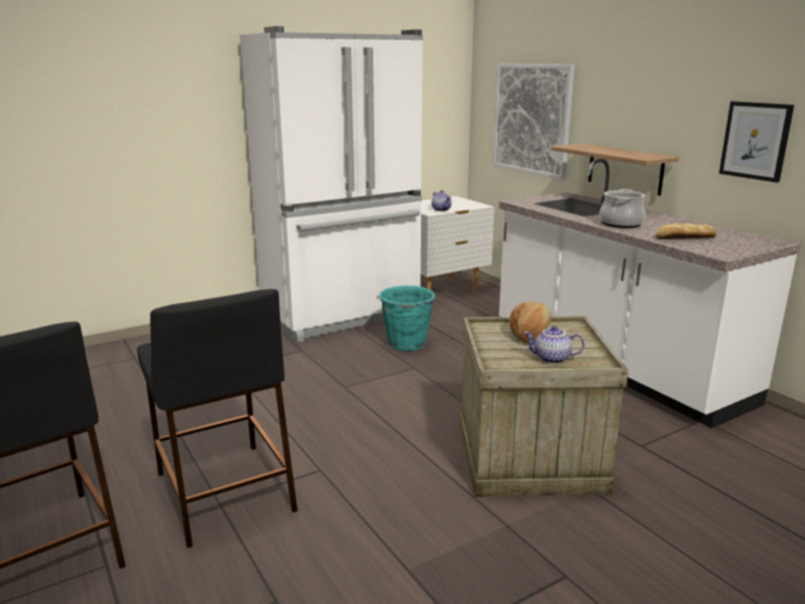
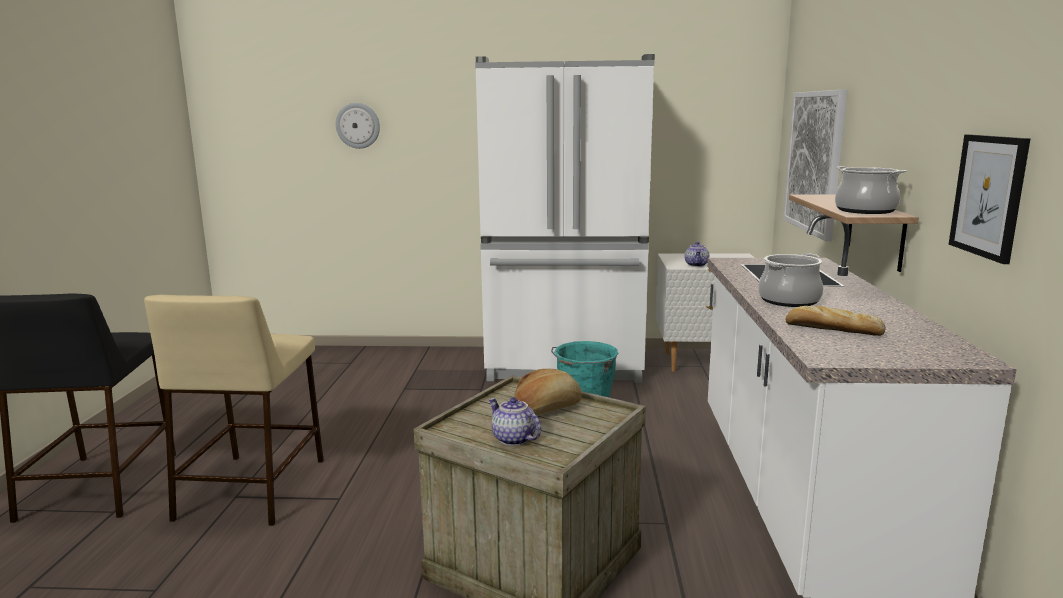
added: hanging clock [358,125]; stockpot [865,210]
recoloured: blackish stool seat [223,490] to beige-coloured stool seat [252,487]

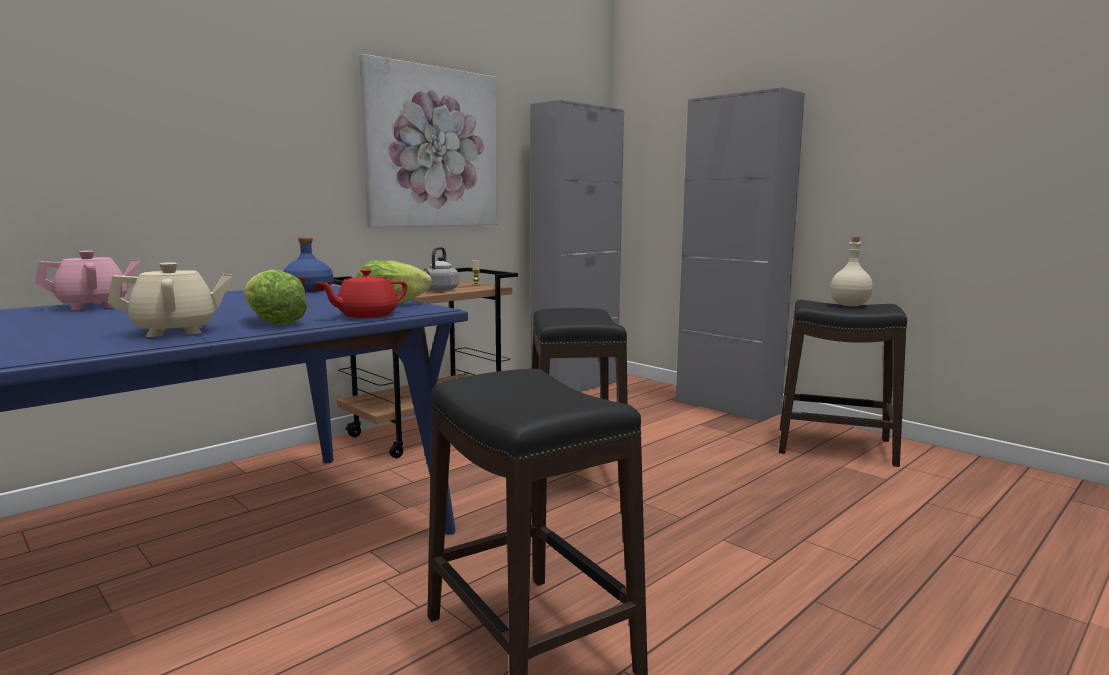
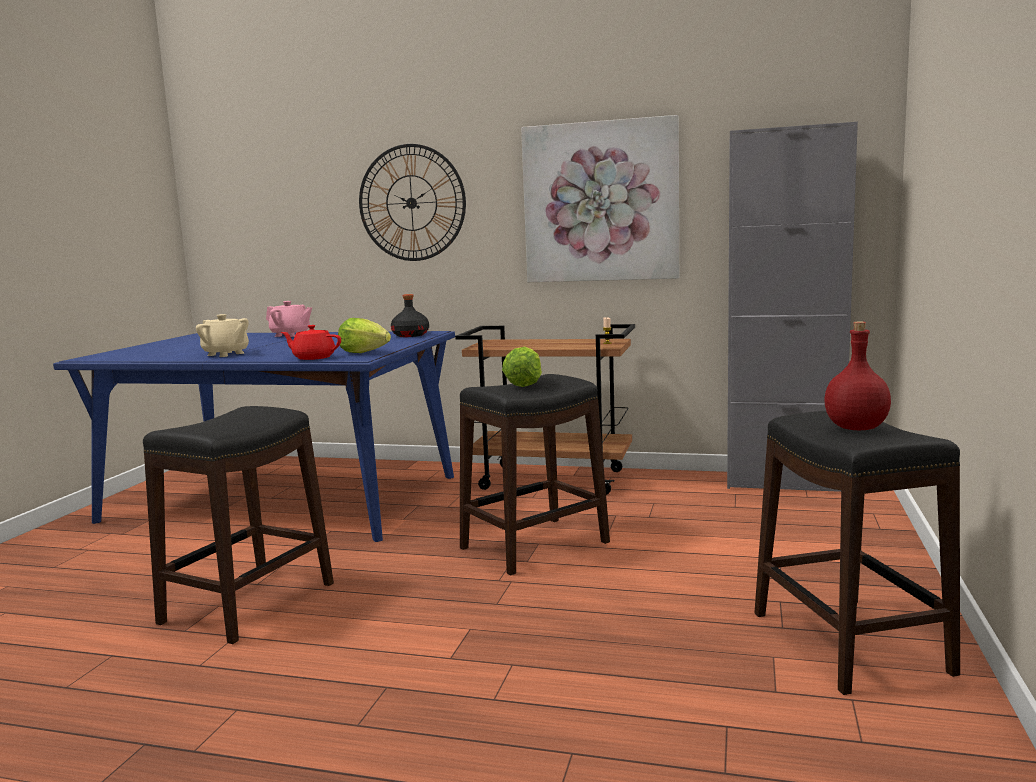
removed: greyish cupboard [727,407]; greyish tea kettle [440,290]
added: hanging clock [411,203]
moved: lettuce head [274,323] to [524,384]
recoloured: blue-coloured beverage bottle [309,290] to blackish beverage bottle [411,335]; beige-coloured beverage bottle [849,305] to reddish beverage bottle [854,428]

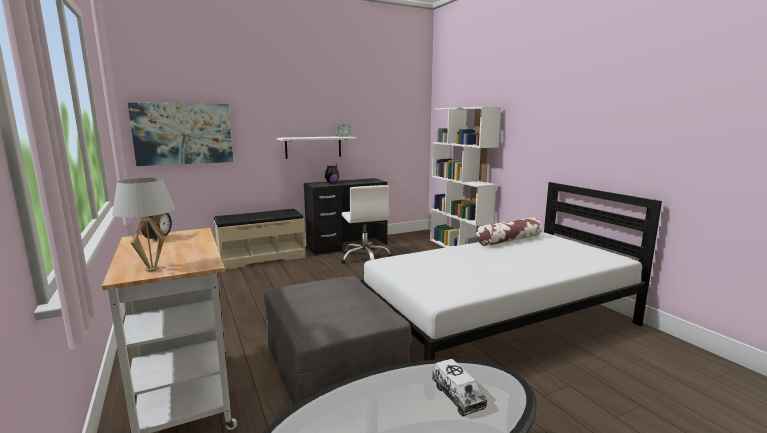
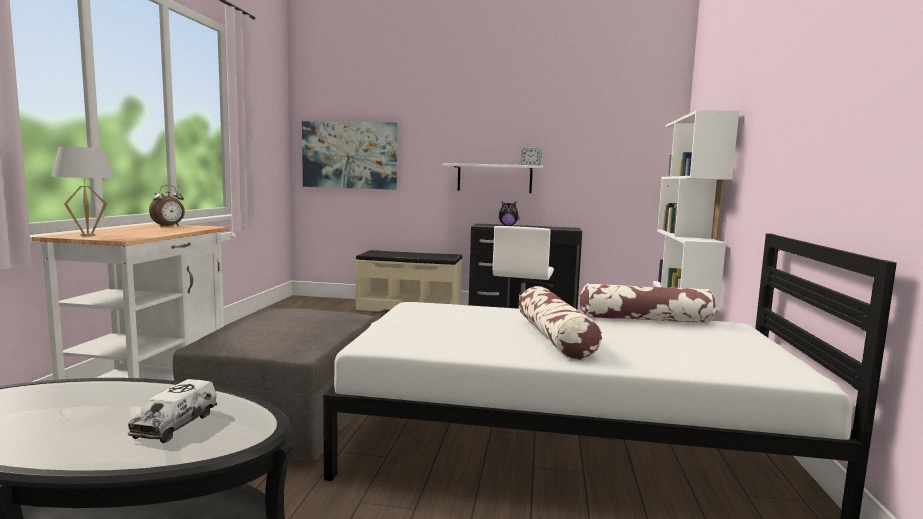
added: throw pillow [554,338]

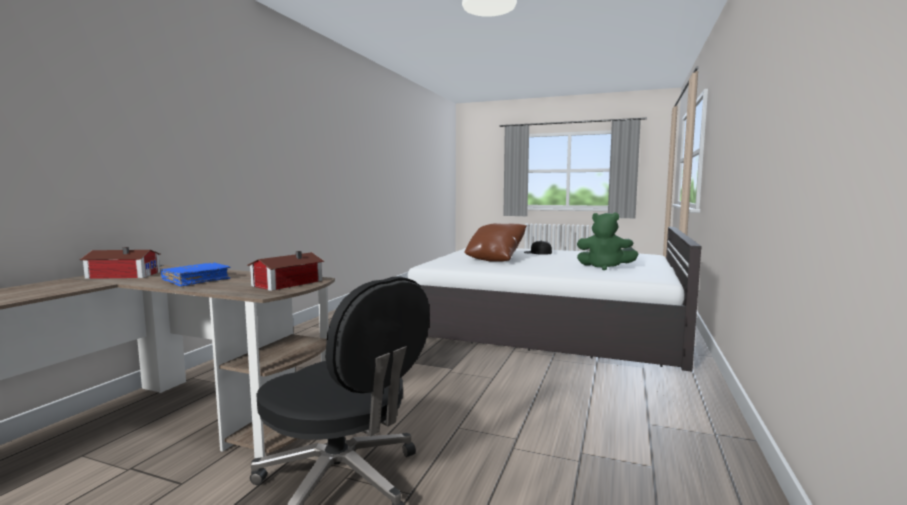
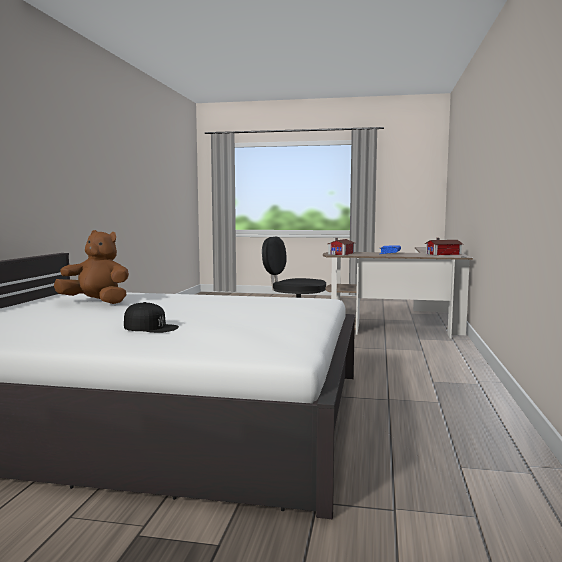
removed: brown throw pillow [495,259]
recoloured: greenish plush toy [604,267] to brown plush toy [96,302]

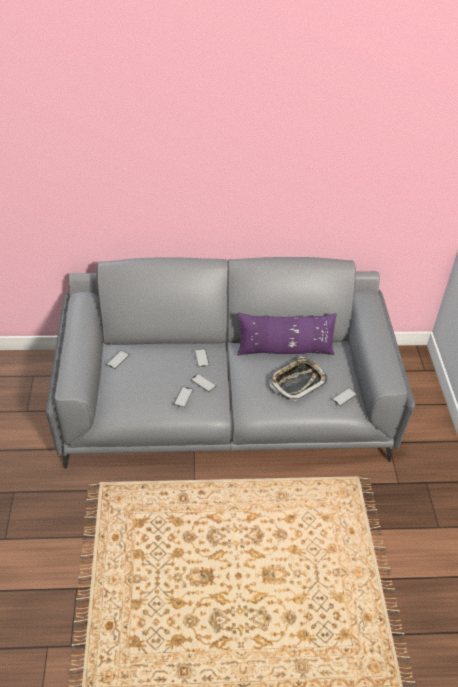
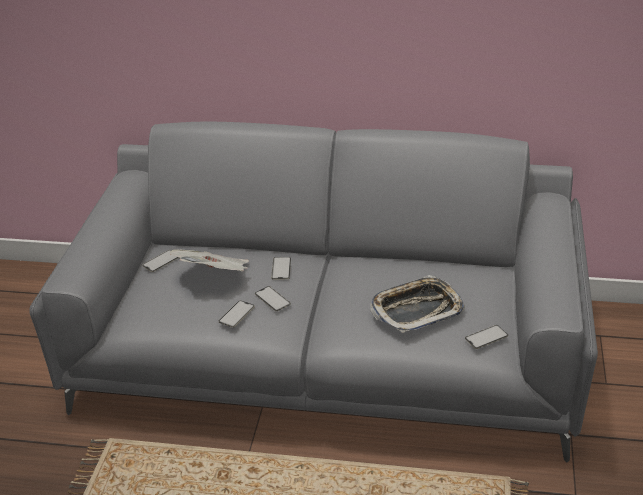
removed: purple-coloured throw pillow [284,350]
added: newspaper [215,276]

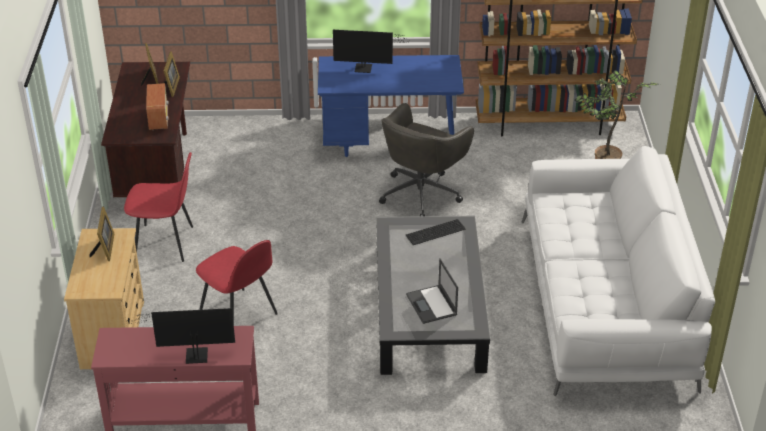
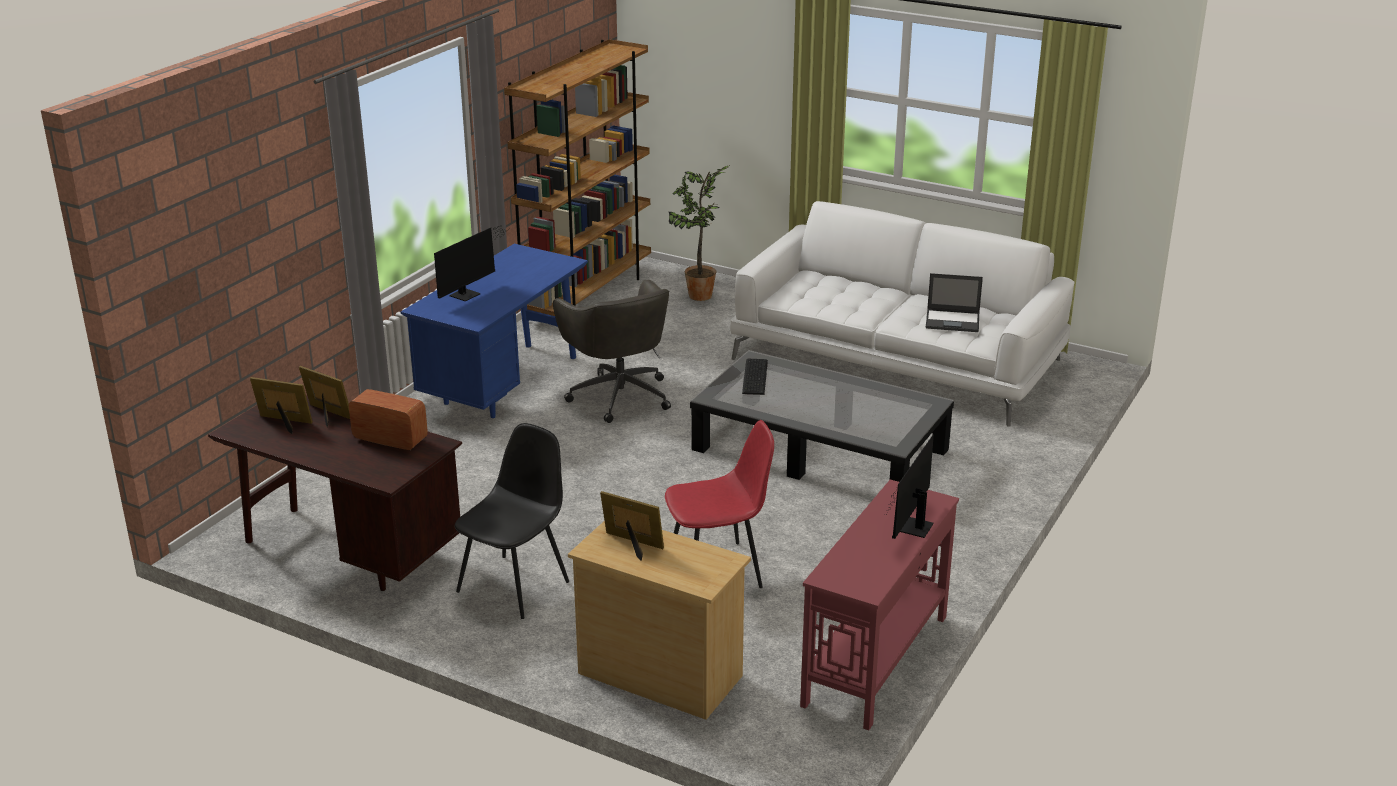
moved: laptop [432,305] to [953,321]
recoloured: reddish upright chair [166,243] to blackish upright chair [515,585]

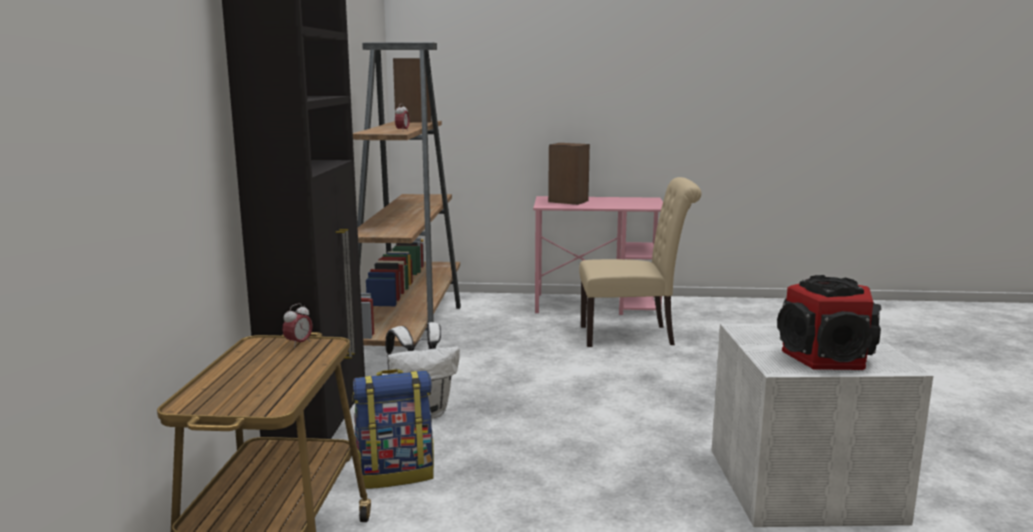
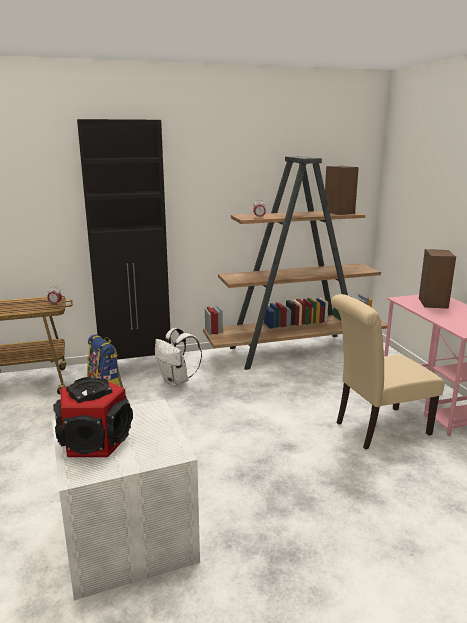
turned: beige-coloured upright chair [633,335] = [377,429] 90 degrees clockwise

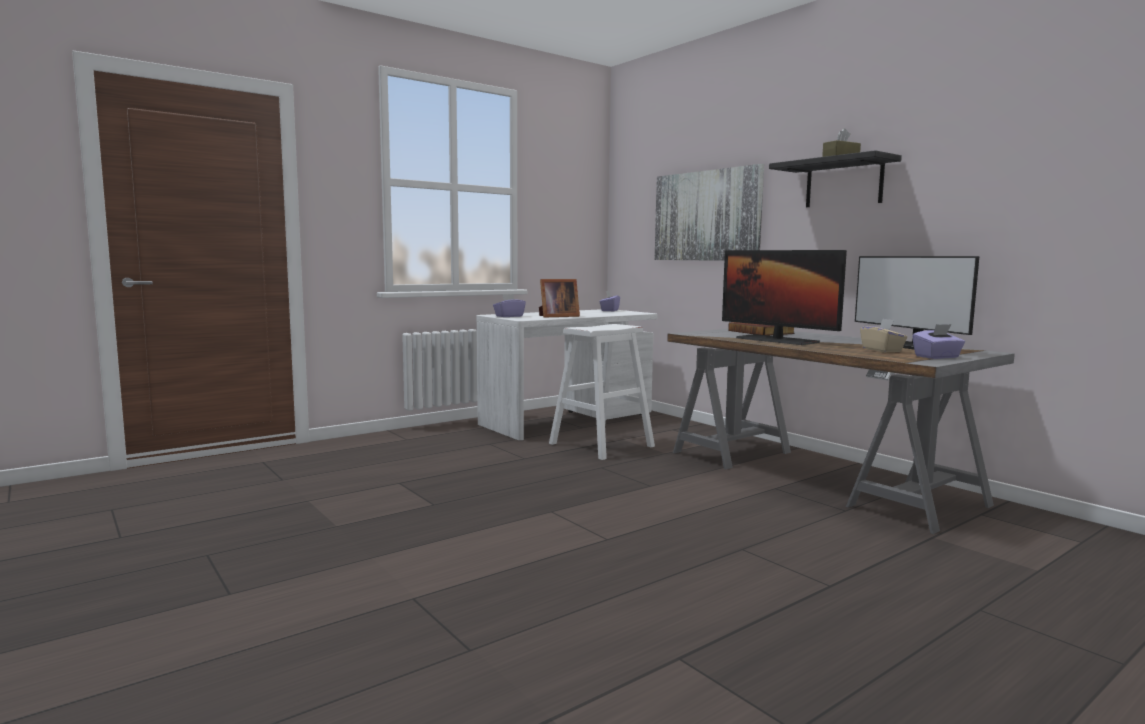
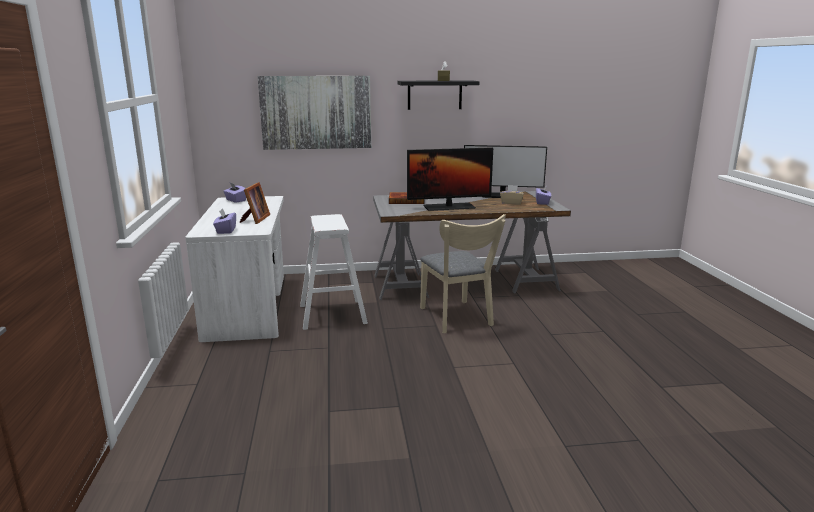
added: beige-coloured upright chair [457,319]

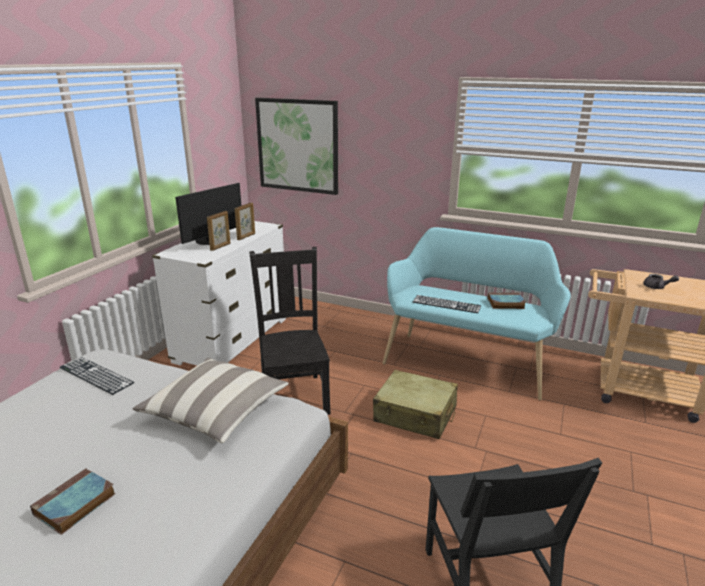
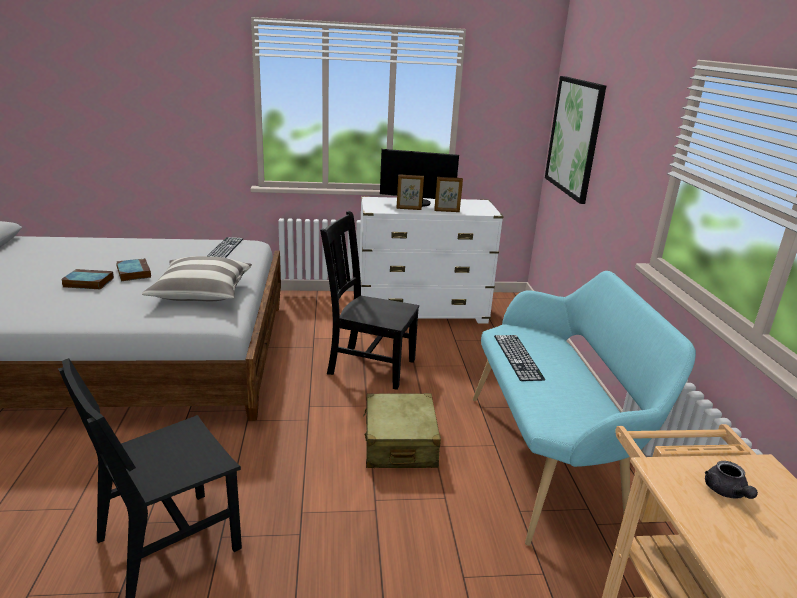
moved: volume [505,303] to [133,272]
turned: blackish upright chair [294,395] = [368,366] 120 degrees counterclockwise

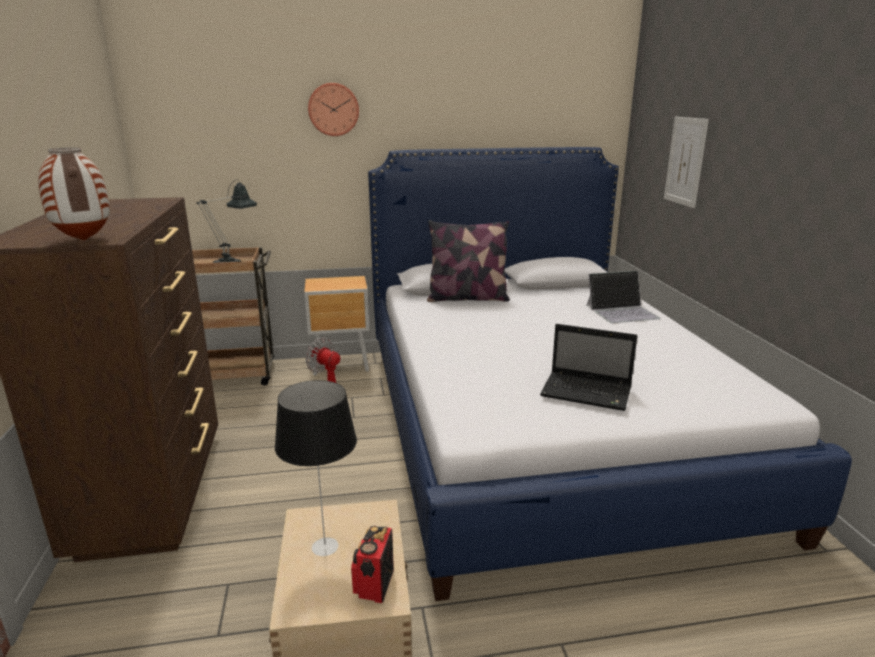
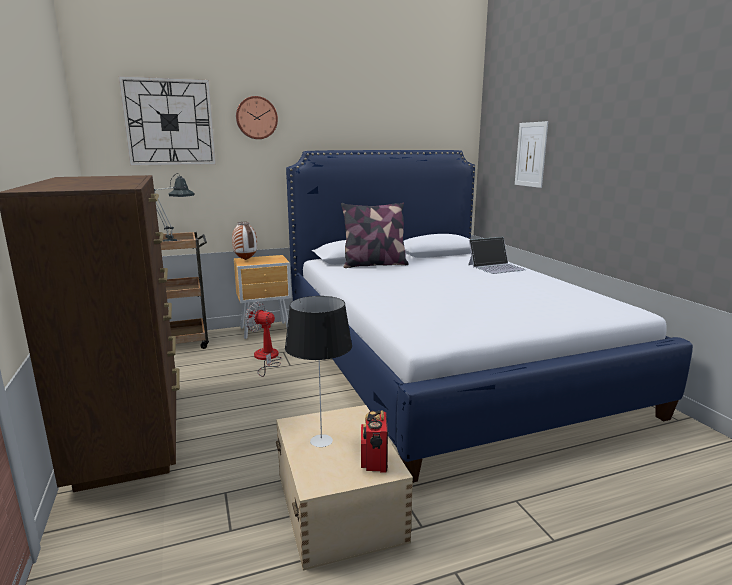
removed: laptop [588,393]
added: hanging clock [169,122]
moved: flower vase [83,240] to [245,260]

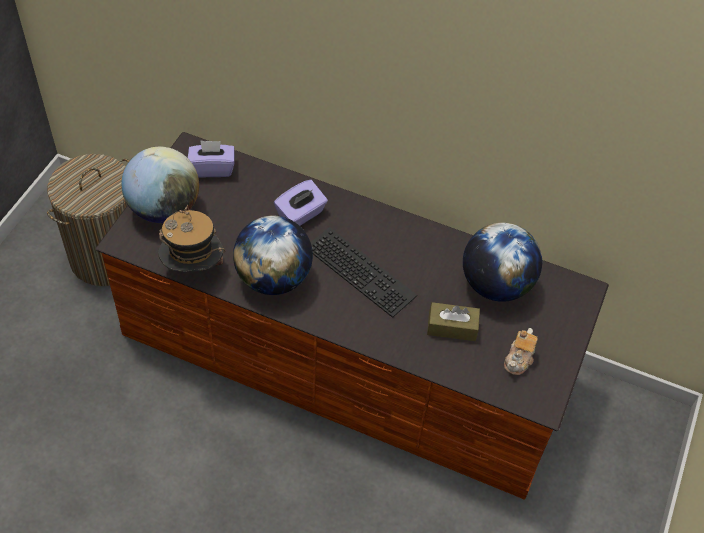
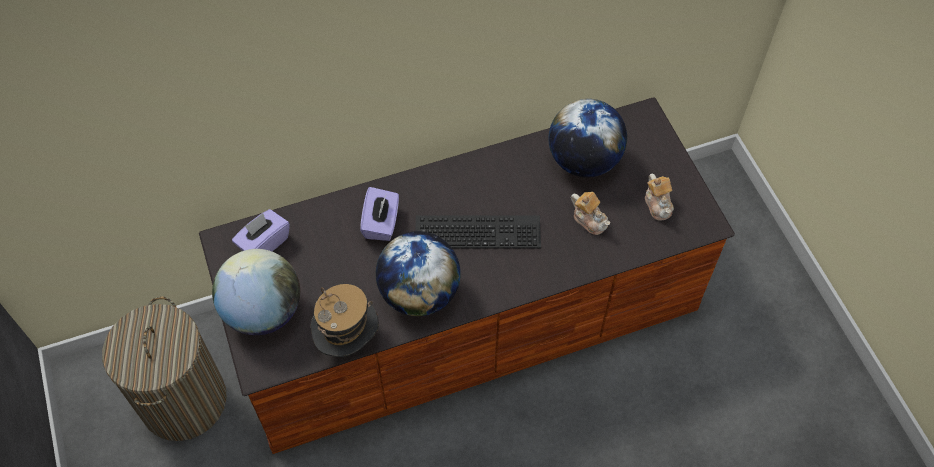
replaced: brown tissue box [452,327] to teapot [589,219]

